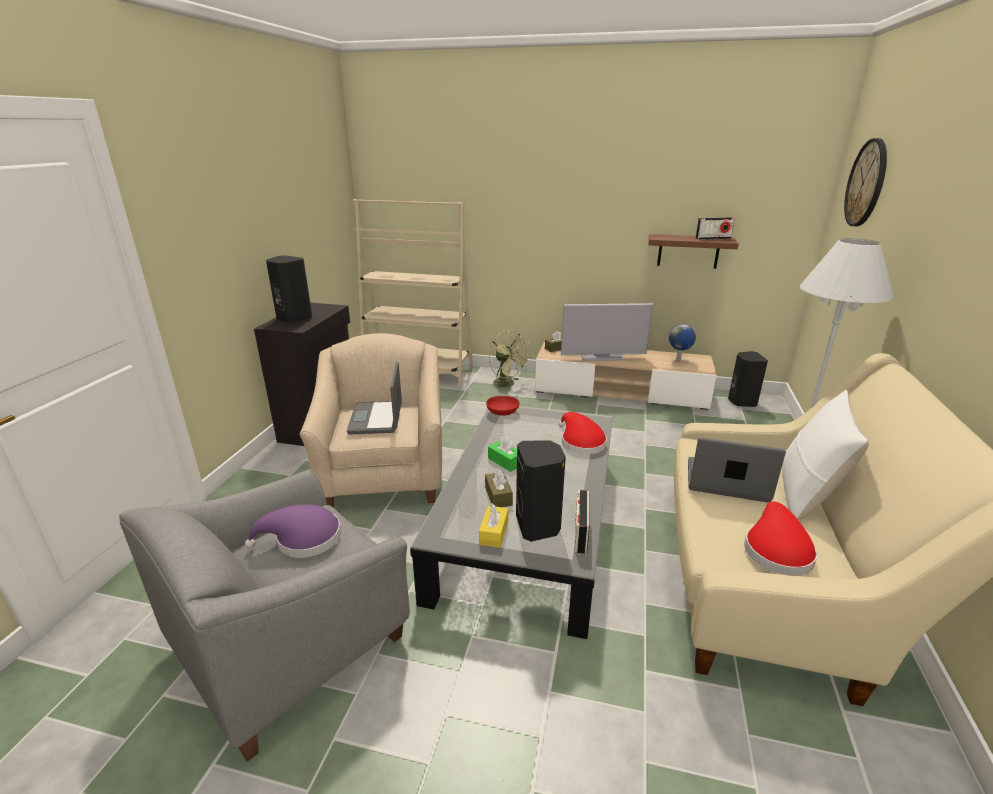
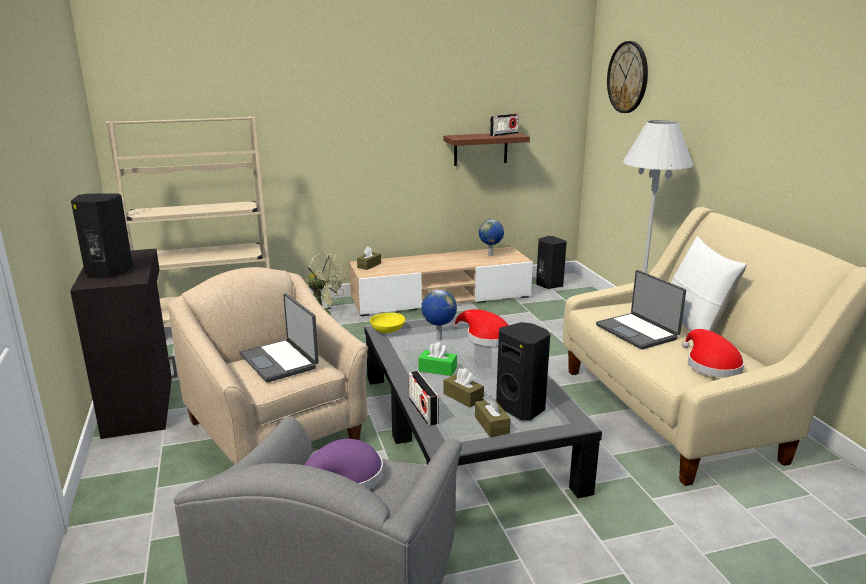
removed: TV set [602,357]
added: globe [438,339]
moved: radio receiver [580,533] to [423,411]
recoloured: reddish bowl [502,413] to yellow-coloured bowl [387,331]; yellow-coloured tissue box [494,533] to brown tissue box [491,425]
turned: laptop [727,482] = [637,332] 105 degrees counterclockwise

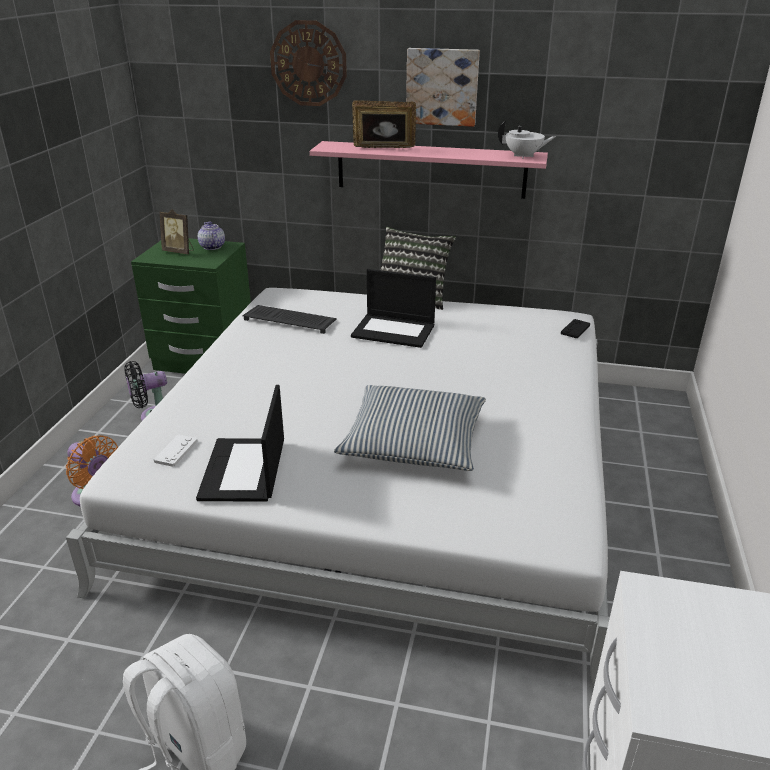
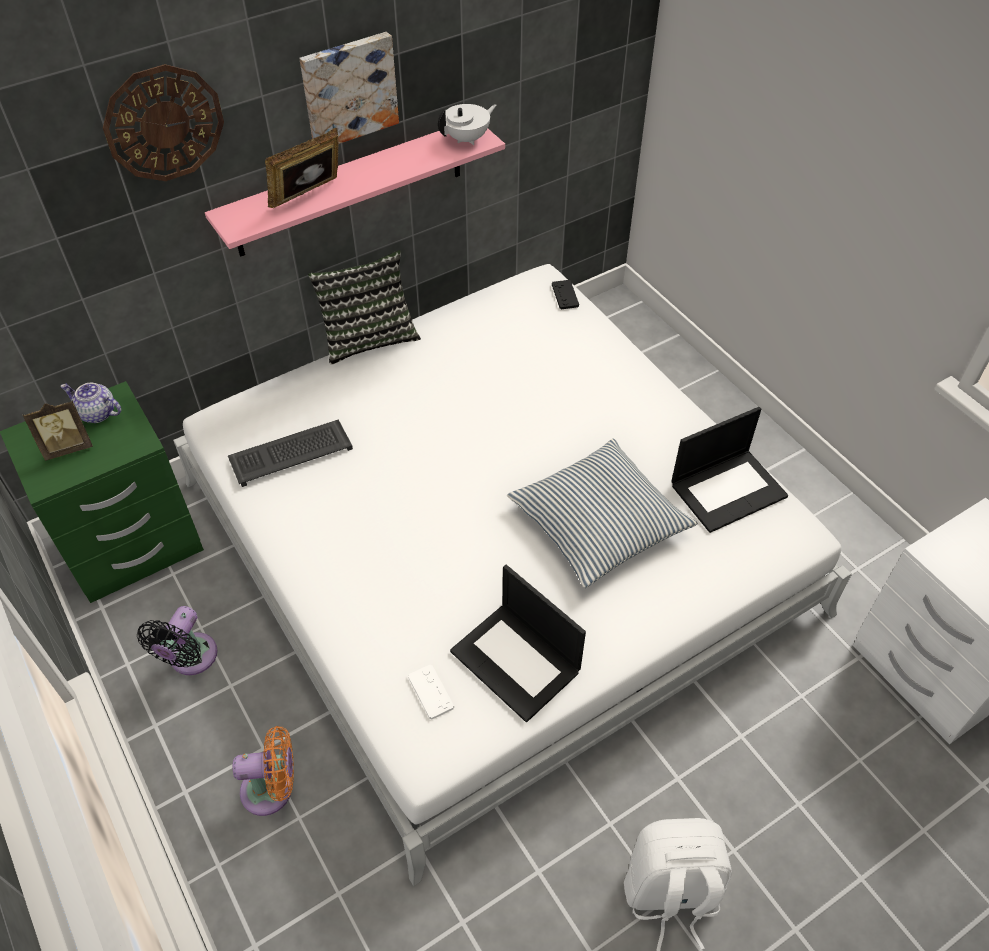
moved: laptop [394,330] to [728,489]

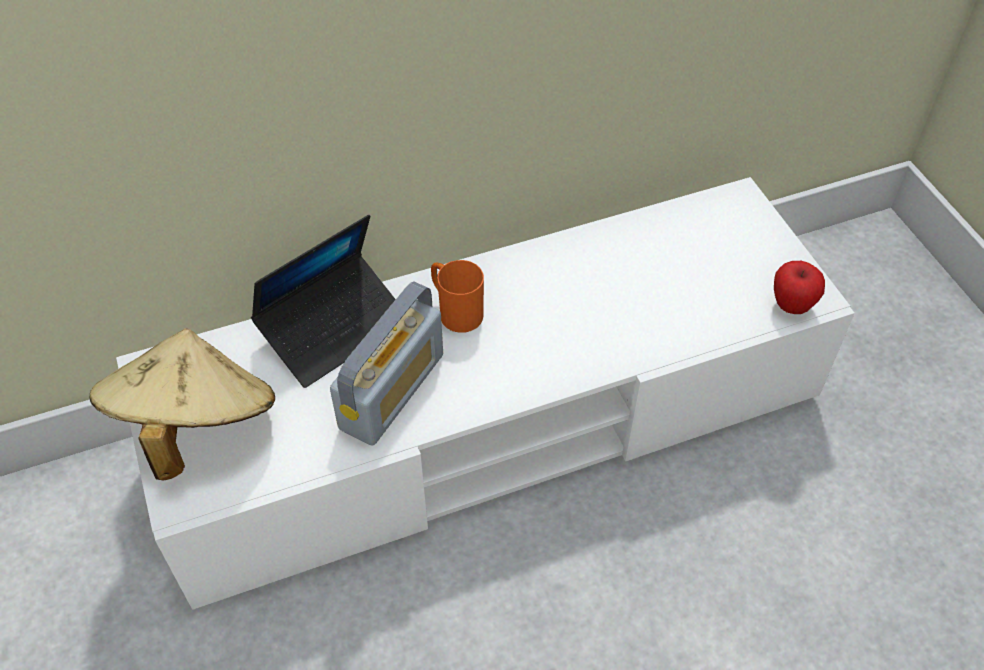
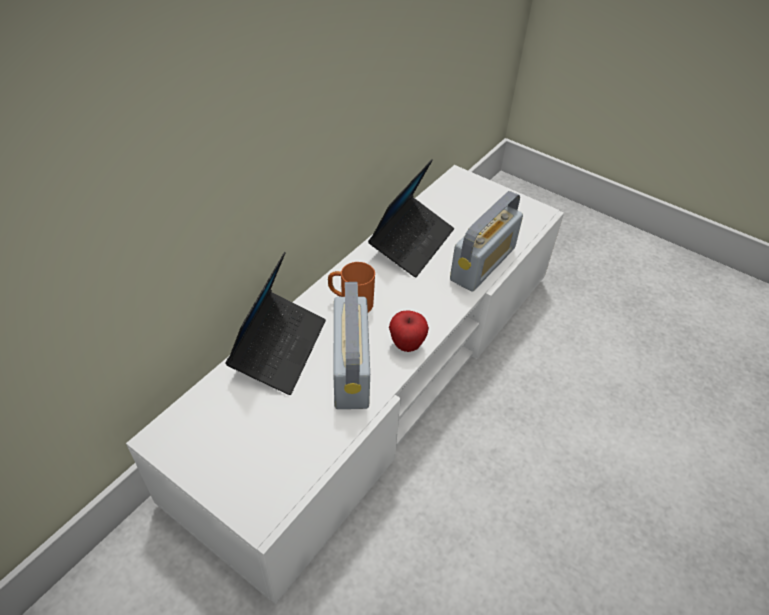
removed: beige-coloured wearable hat [195,426]
added: laptop [412,243]; radio receiver [483,264]
moved: apple [791,305] to [407,344]

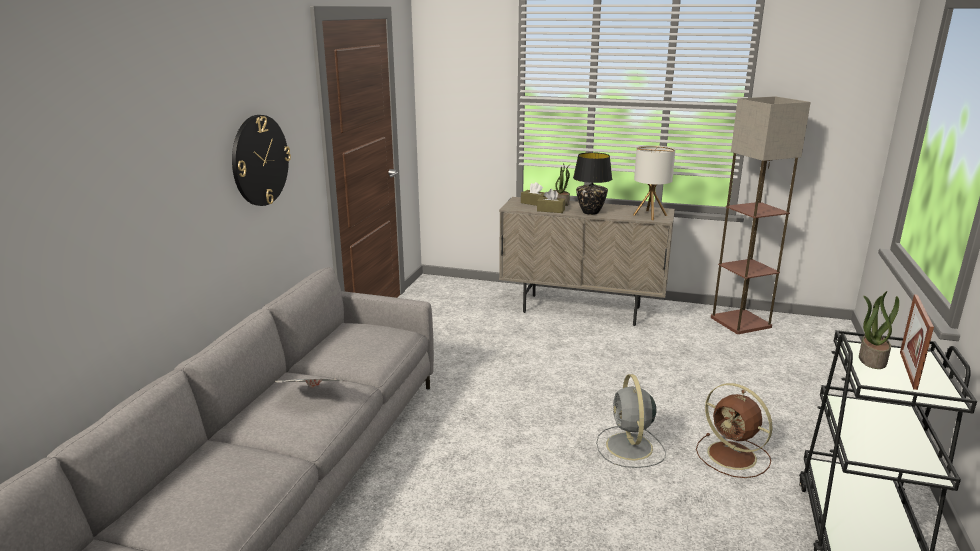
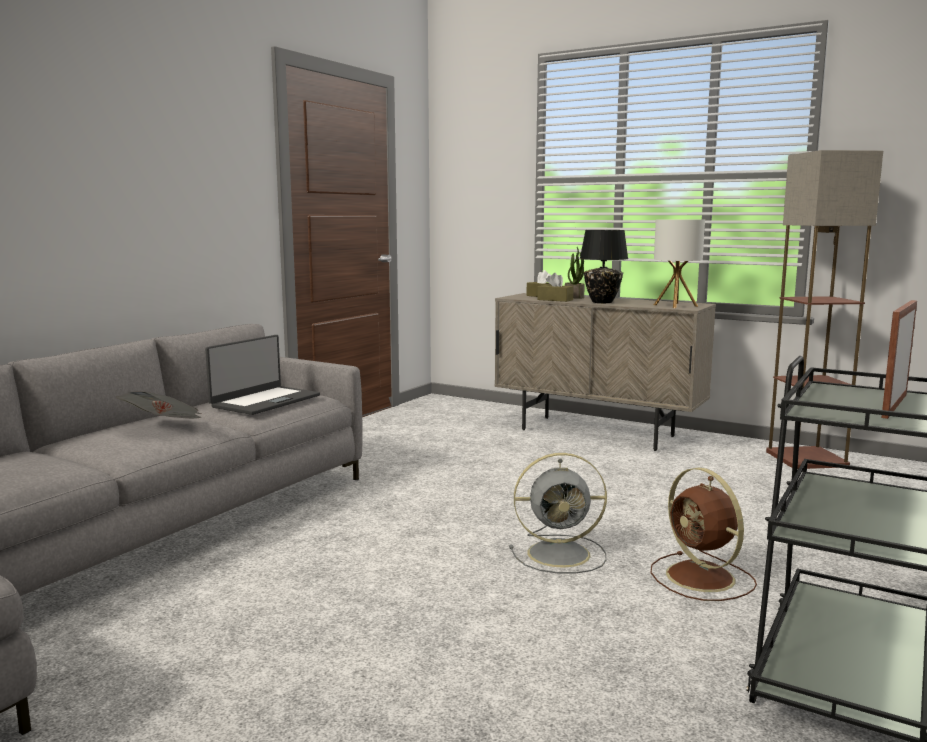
removed: hanging clock [260,160]; plant in a pot [871,359]
added: laptop [265,401]
turned: greyish electric fan [629,448] = [561,554] 105 degrees counterclockwise

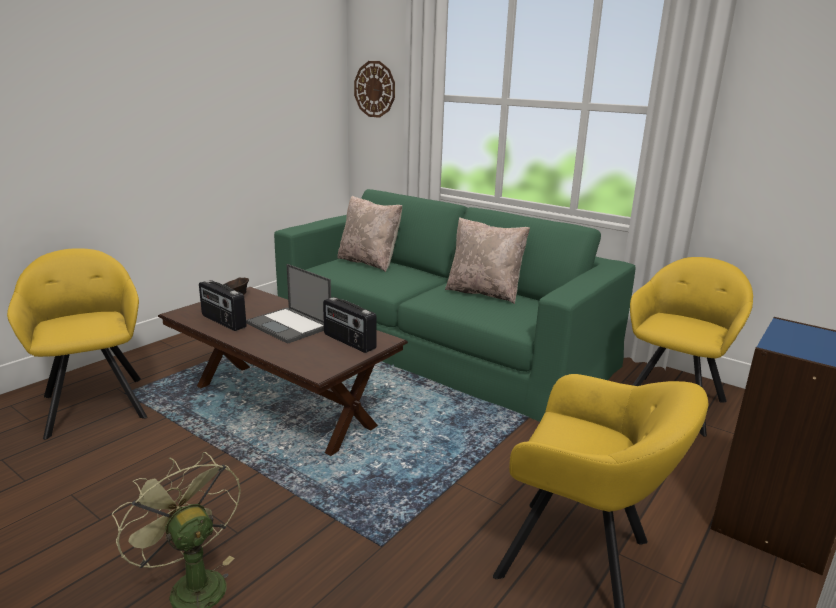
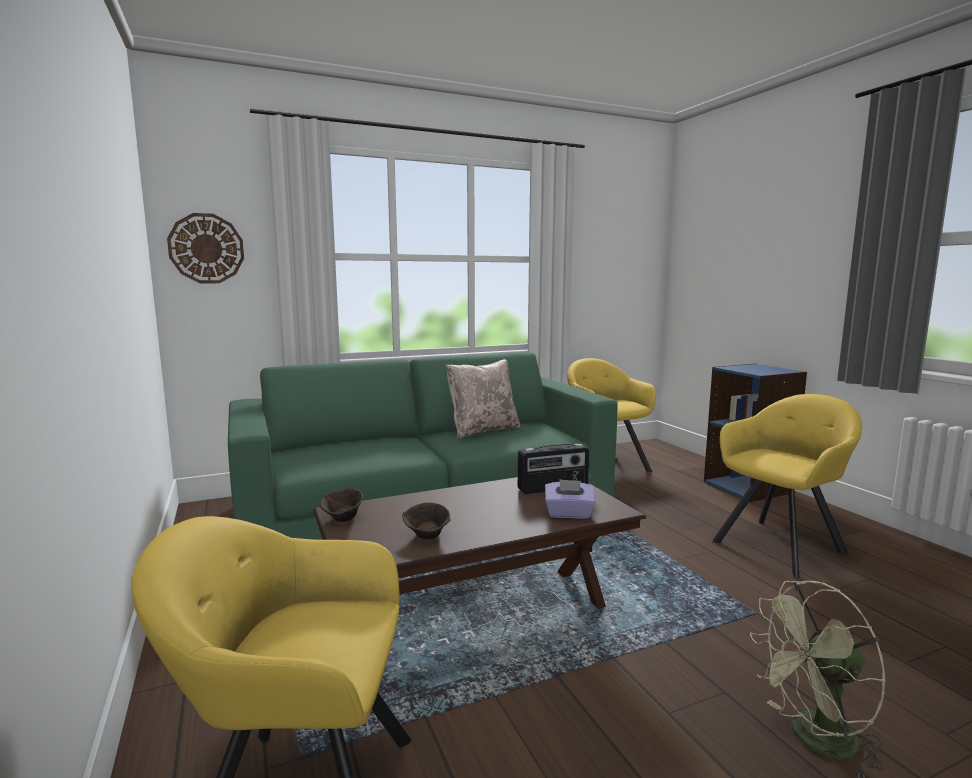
removed: beige-coloured throw pillow [369,262]; laptop [290,325]
added: purple-coloured tissue box [569,514]
replaced: radio receiver [223,322] to brown bowl [427,536]

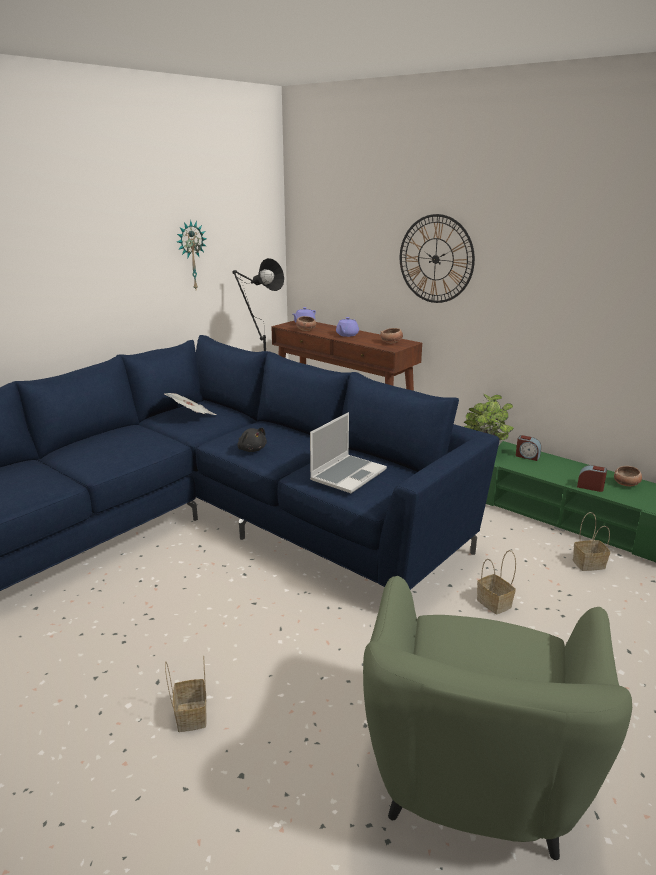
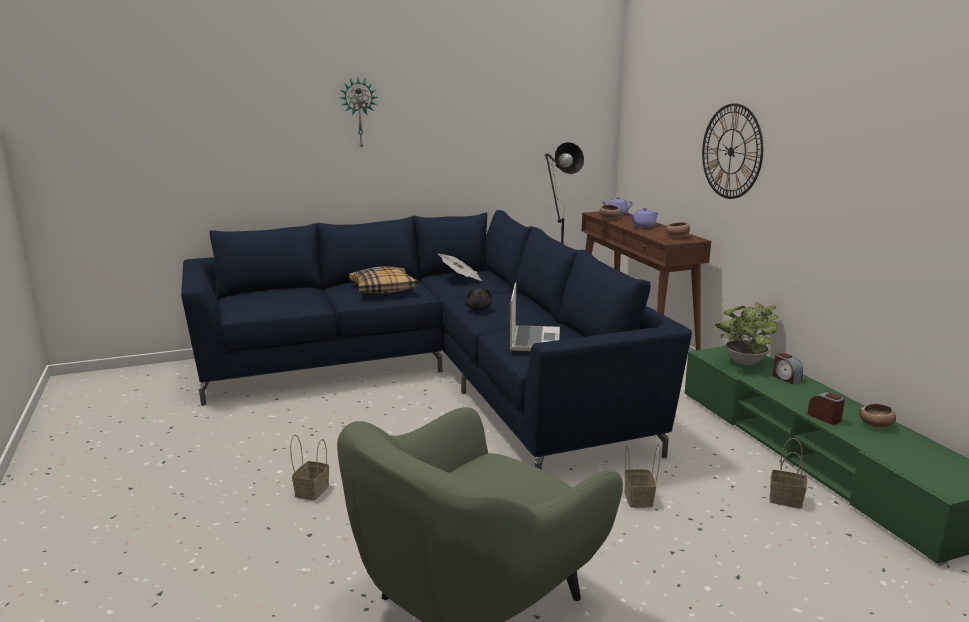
added: throw pillow [383,289]
moved: hanging clock [191,255] to [359,113]
turned: laptop [348,474] = [534,340] 60 degrees counterclockwise

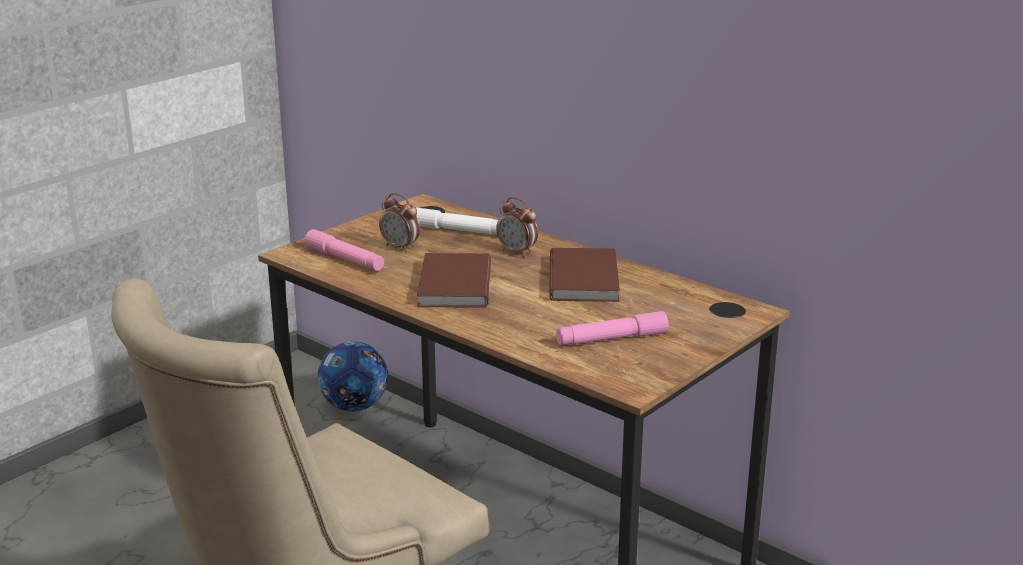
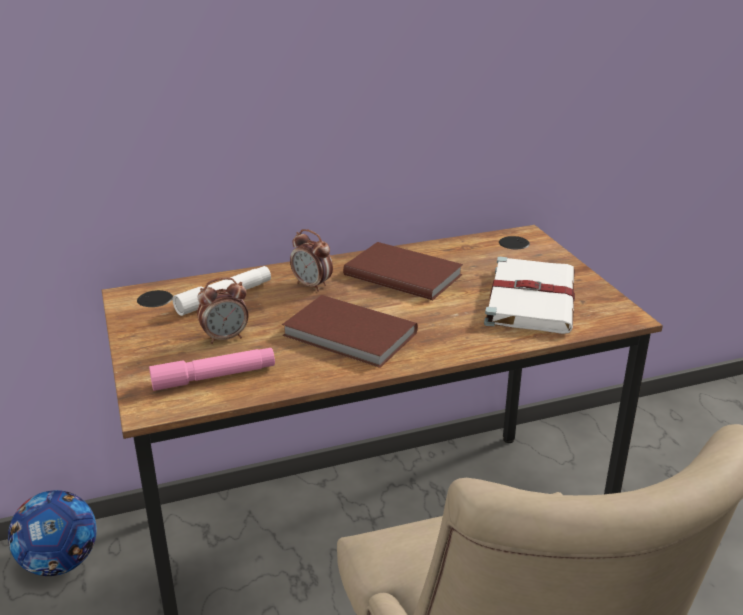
replaced: pinkish hand torch [611,339] to white-coloured volume [531,298]
turned: bedside clock [517,252] = [312,285] 60 degrees clockwise

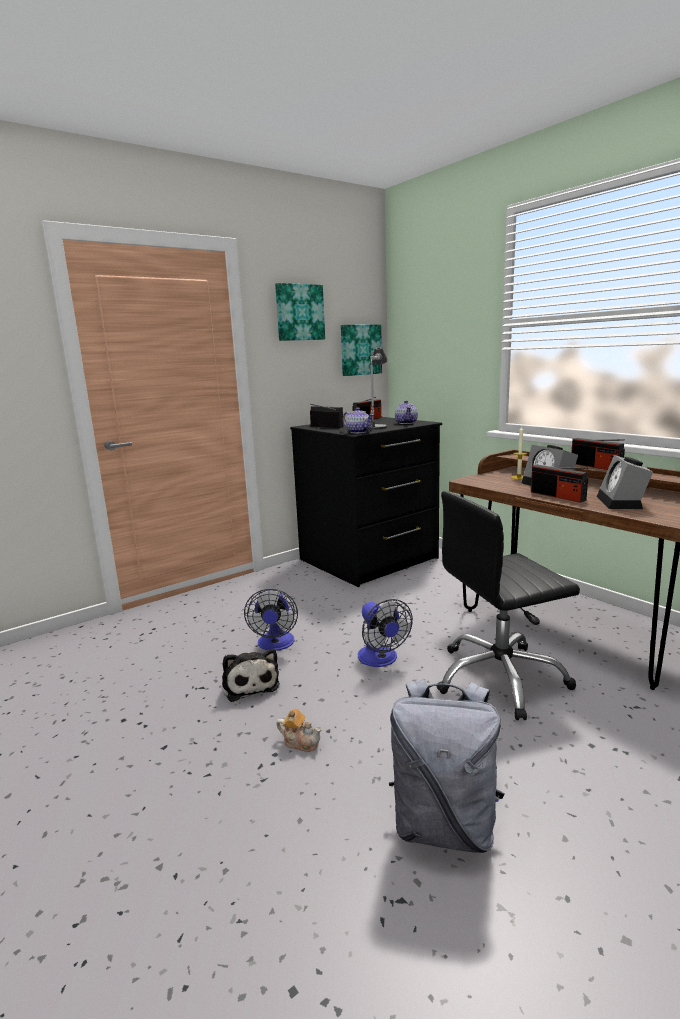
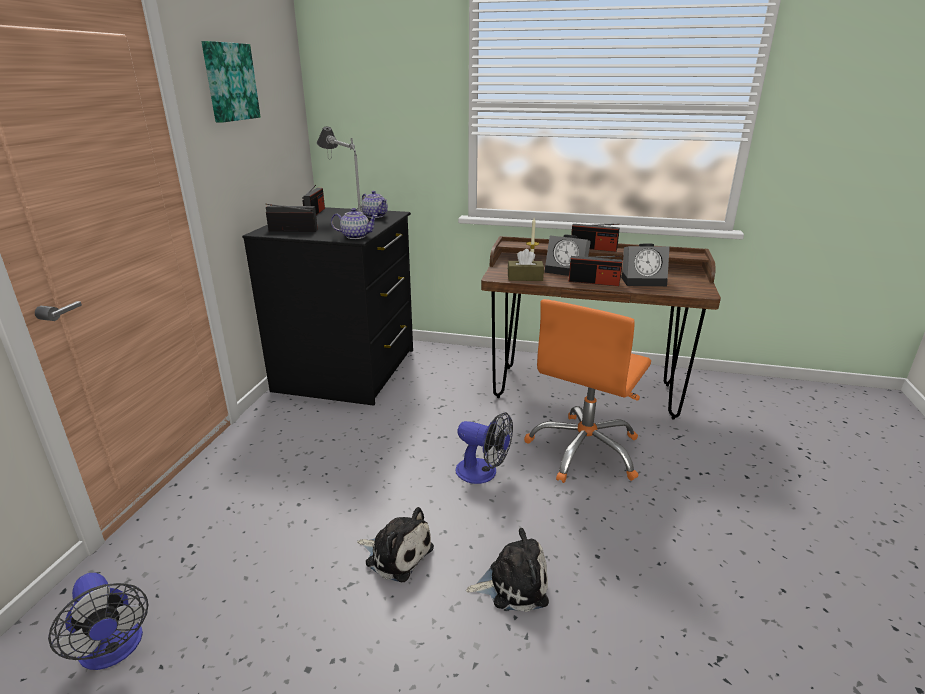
removed: wall picture [360,350]; greyish knapsack [444,825]
added: brown tissue box [525,277]
moved: electric fan [275,645] to [113,650]
replaced: teapot [300,742] to plush toy [513,584]
recoloured: blackish office chair [500,678] to orange-coloured office chair [585,450]
turned: bedside clock [622,503] = [644,281] 60 degrees counterclockwise

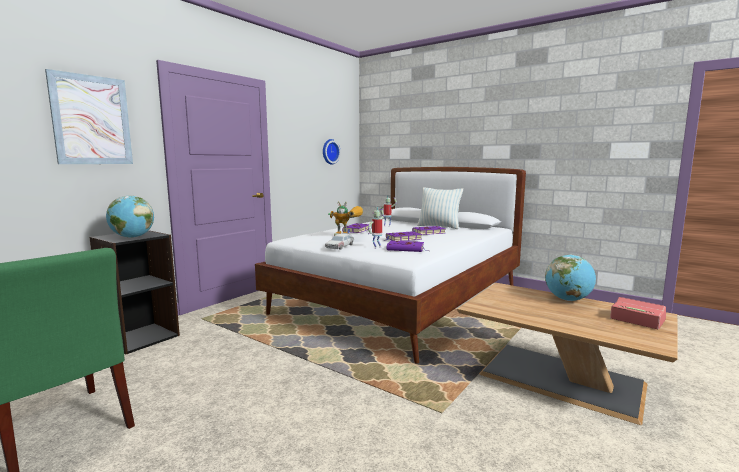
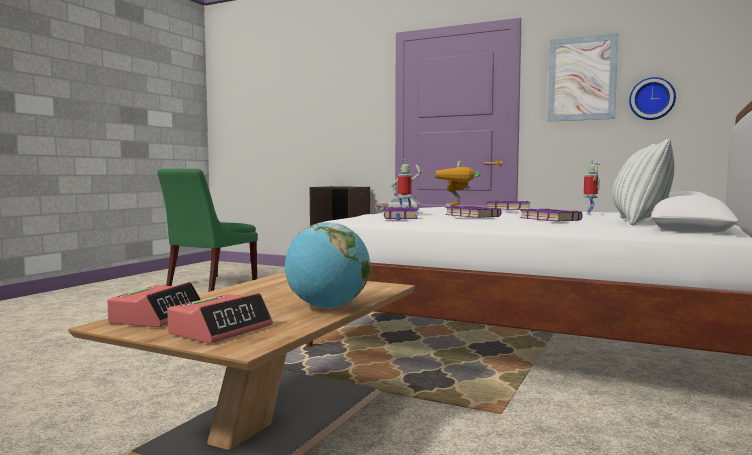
removed: globe [132,237]
added: bedside clock [158,317]
moved: wall picture [92,120] to [582,78]

